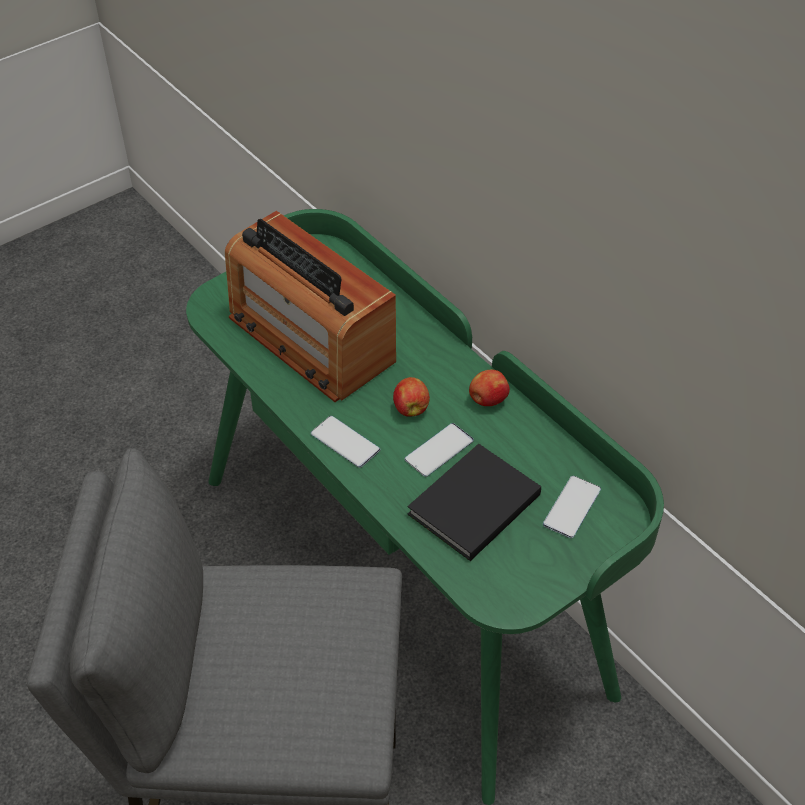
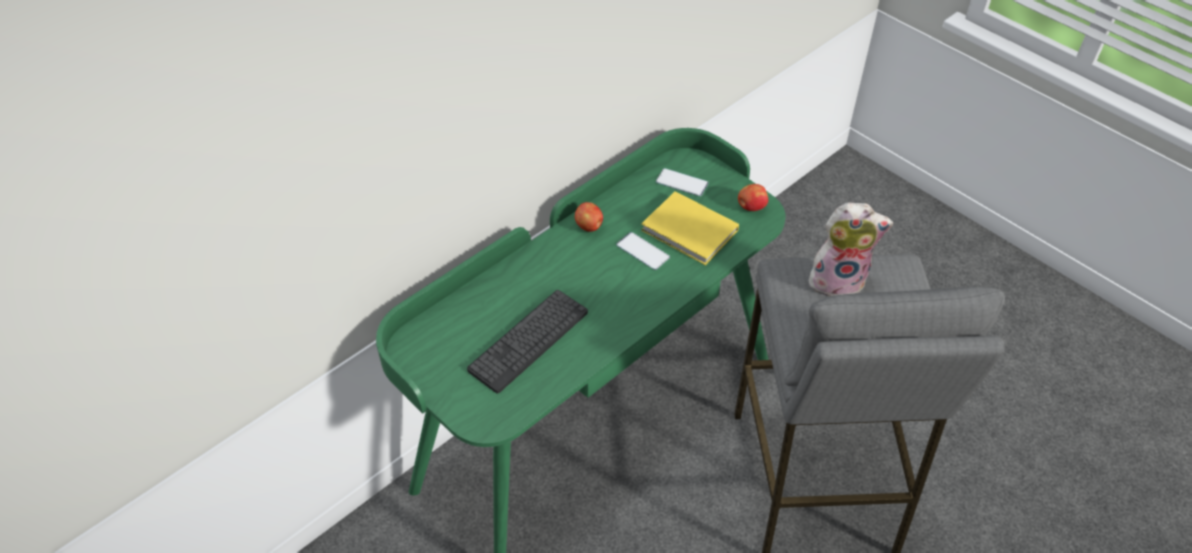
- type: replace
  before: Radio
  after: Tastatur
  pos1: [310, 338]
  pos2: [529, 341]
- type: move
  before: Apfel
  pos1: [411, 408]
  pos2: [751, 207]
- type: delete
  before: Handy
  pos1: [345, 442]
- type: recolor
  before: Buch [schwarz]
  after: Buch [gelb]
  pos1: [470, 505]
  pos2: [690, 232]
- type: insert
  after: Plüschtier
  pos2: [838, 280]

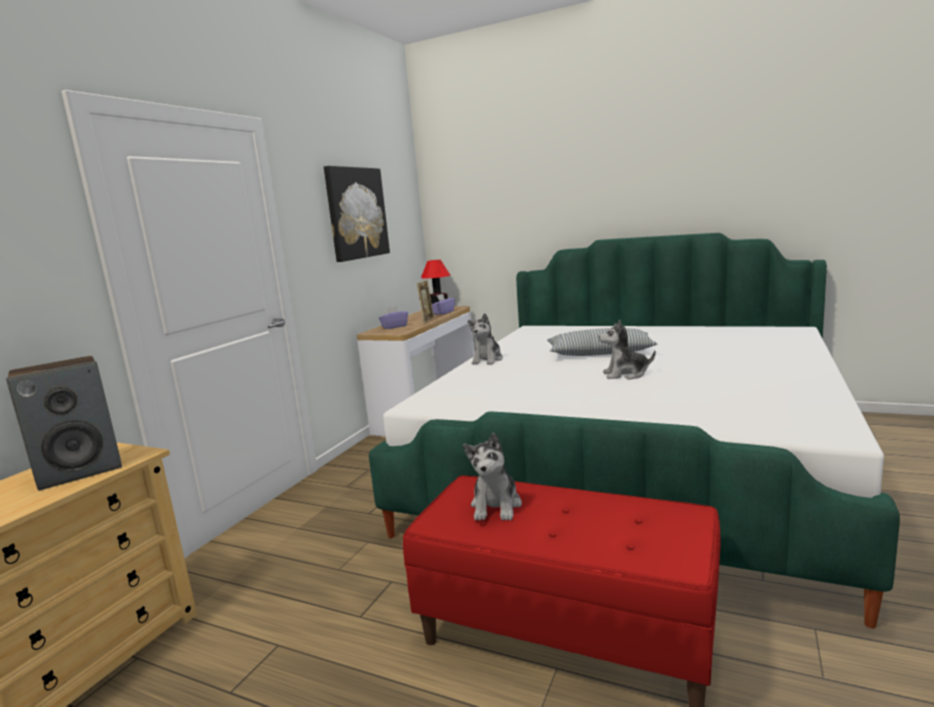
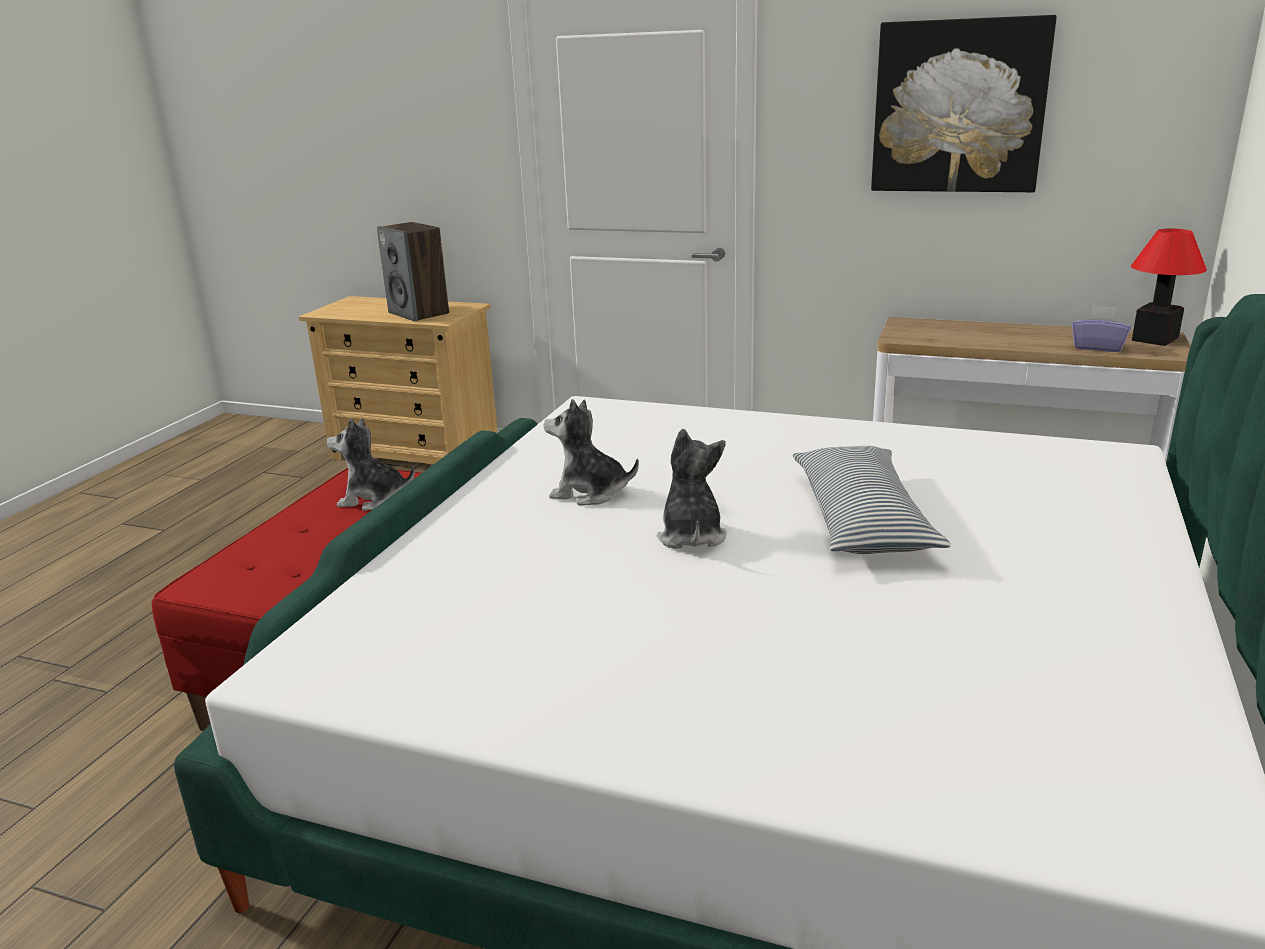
- type: delete
  before: Bilderrahmen
  pos1: [427, 321]
- type: delete
  before: Taschentuchbox [lila]
  pos1: [394, 326]
- type: move
  before: Plüschtier
  pos1: [487, 360]
  pos2: [589, 493]

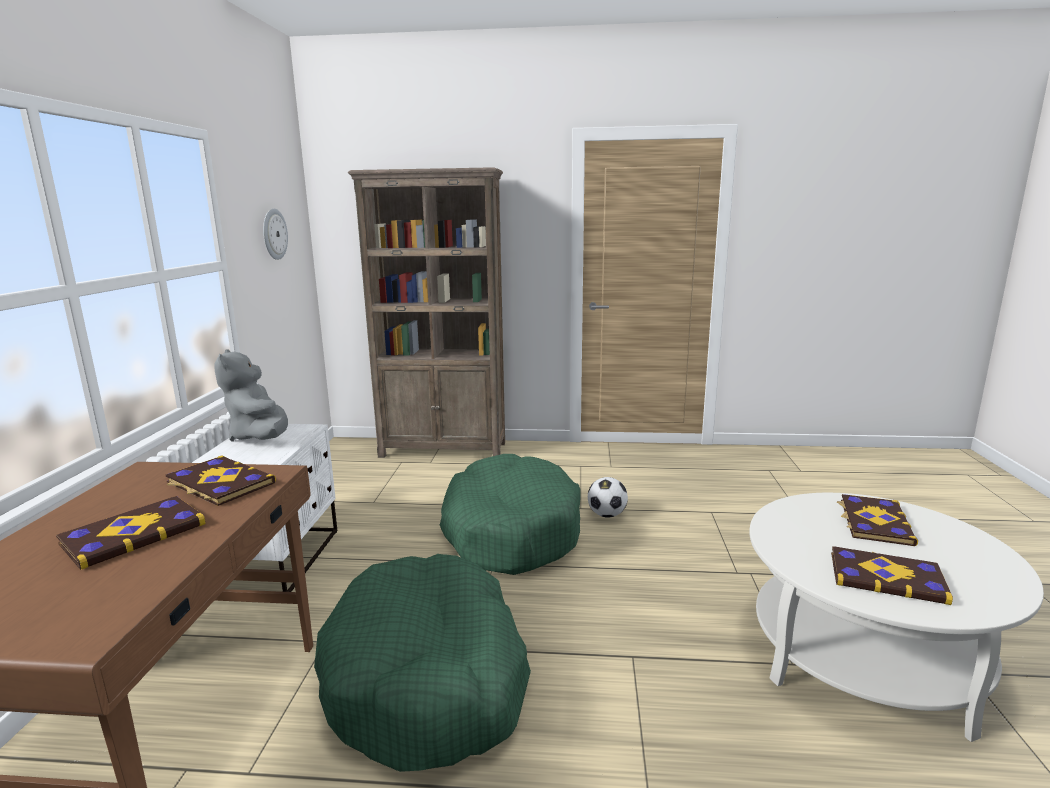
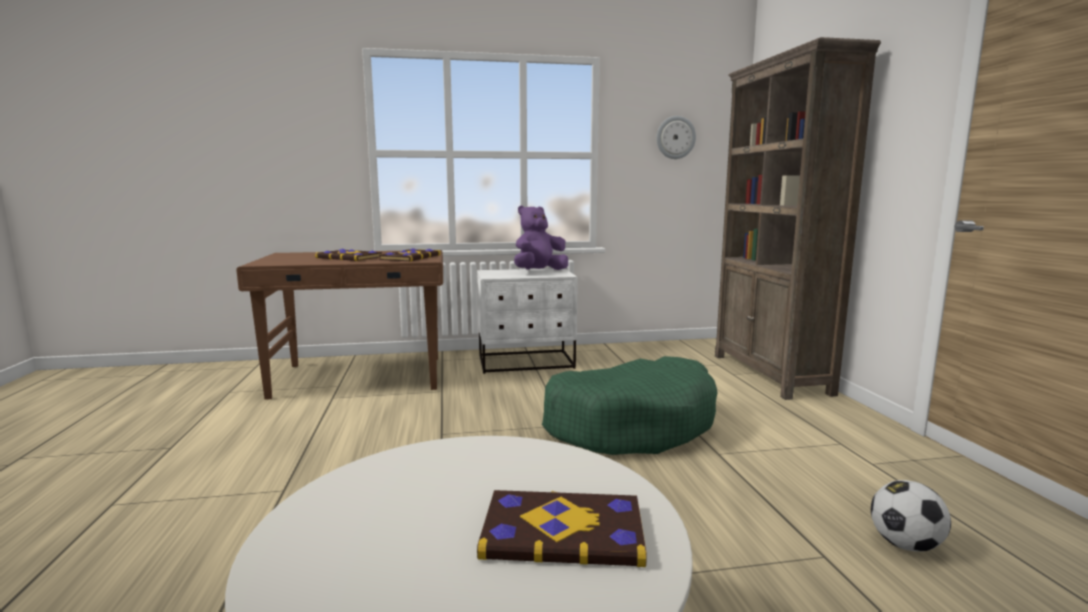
- type: recolor
  before: Plüschtier [grau]
  after: Plüschtier [lila]
  pos1: [260, 437]
  pos2: [539, 271]
- type: move
  before: Fußball
  pos1: [607, 515]
  pos2: [905, 545]
- type: delete
  before: Buch
  pos1: [886, 577]
- type: delete
  before: Hundebett [grün]
  pos1: [428, 679]

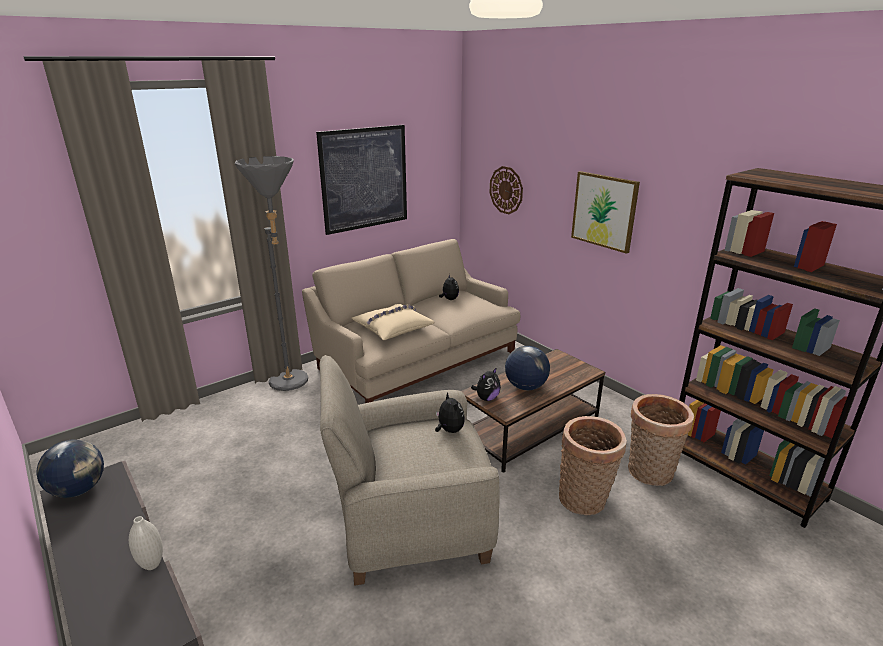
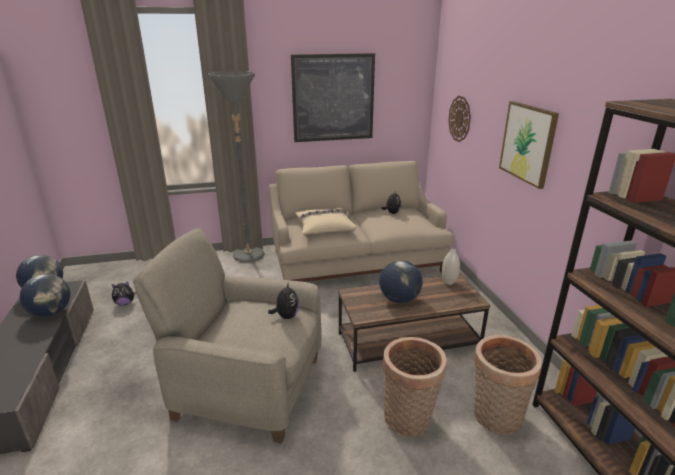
- type: move
  before: Plüschtier
  pos1: [486, 398]
  pos2: [125, 303]
- type: move
  before: Vase [weiß]
  pos1: [152, 565]
  pos2: [449, 282]
- type: insert
  after: Globus
  pos2: [51, 312]

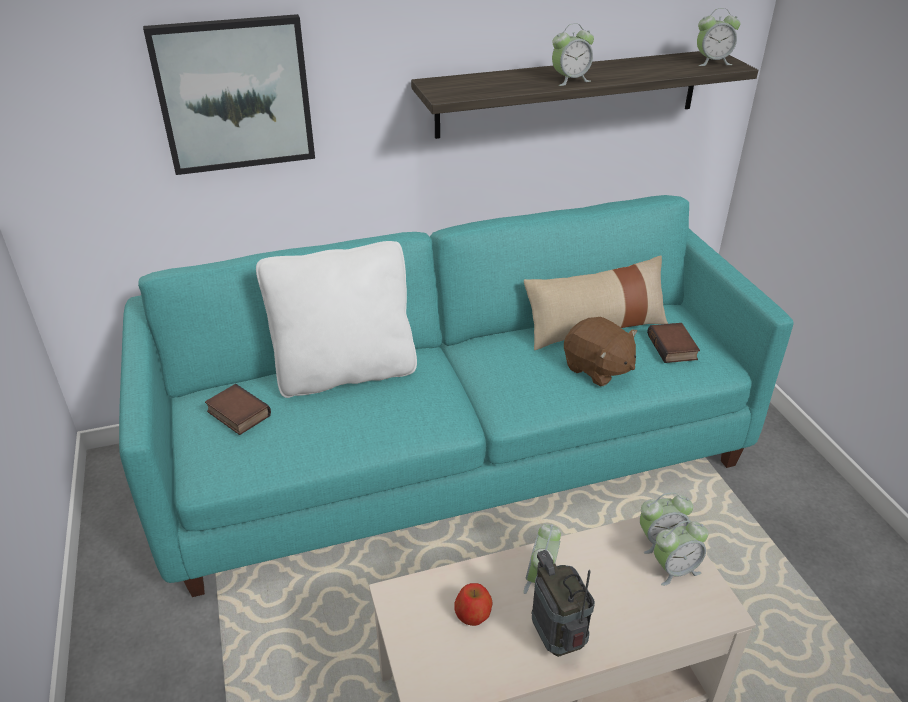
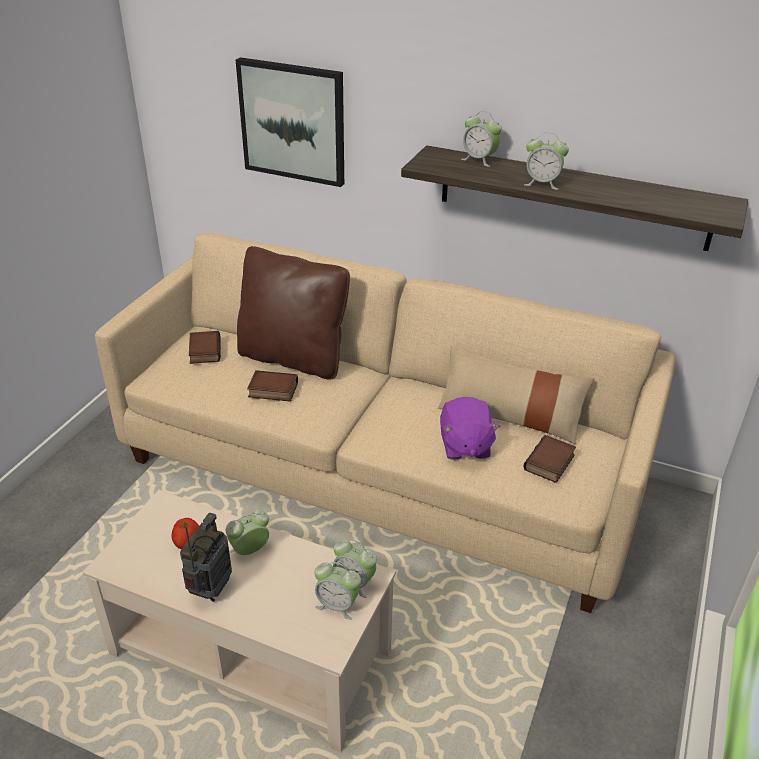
- type: move
  before: Wecker
  pos1: [712, 62]
  pos2: [479, 160]
- type: recolor
  before: Sofa [türkis]
  after: Sofa [beige]
  pos1: [454, 454]
  pos2: [378, 471]
- type: recolor
  before: Kissen [weiß]
  after: Kissen [braun]
  pos1: [345, 373]
  pos2: [293, 358]
- type: recolor
  before: Plüschtier [braun]
  after: Plüschtier [lila]
  pos1: [597, 369]
  pos2: [464, 446]
- type: insert
  after: Buch
  pos2: [272, 390]

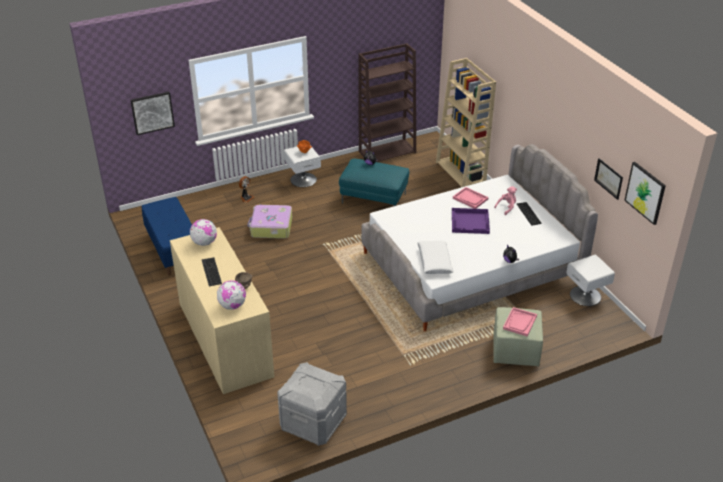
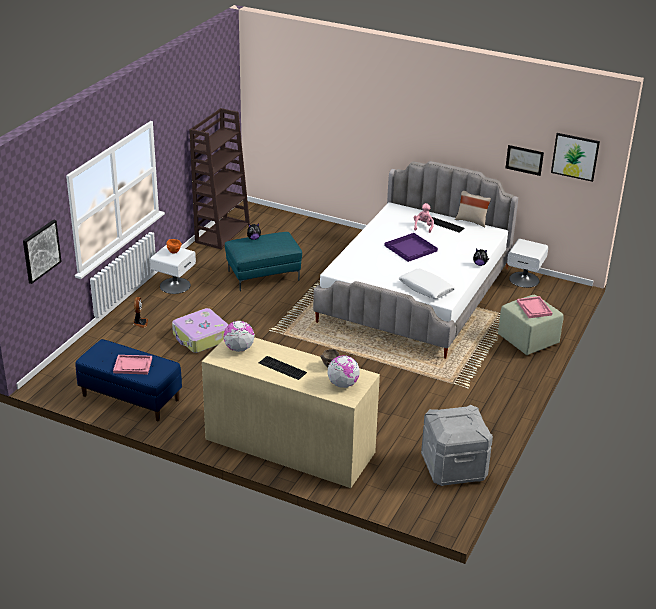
- type: delete
  before: Bücherregal [beige]
  pos1: [461, 172]
- type: move
  before: Tablett [rosa]
  pos1: [470, 199]
  pos2: [133, 365]
- type: insert
  after: Kissen [beige]
  pos2: [472, 221]

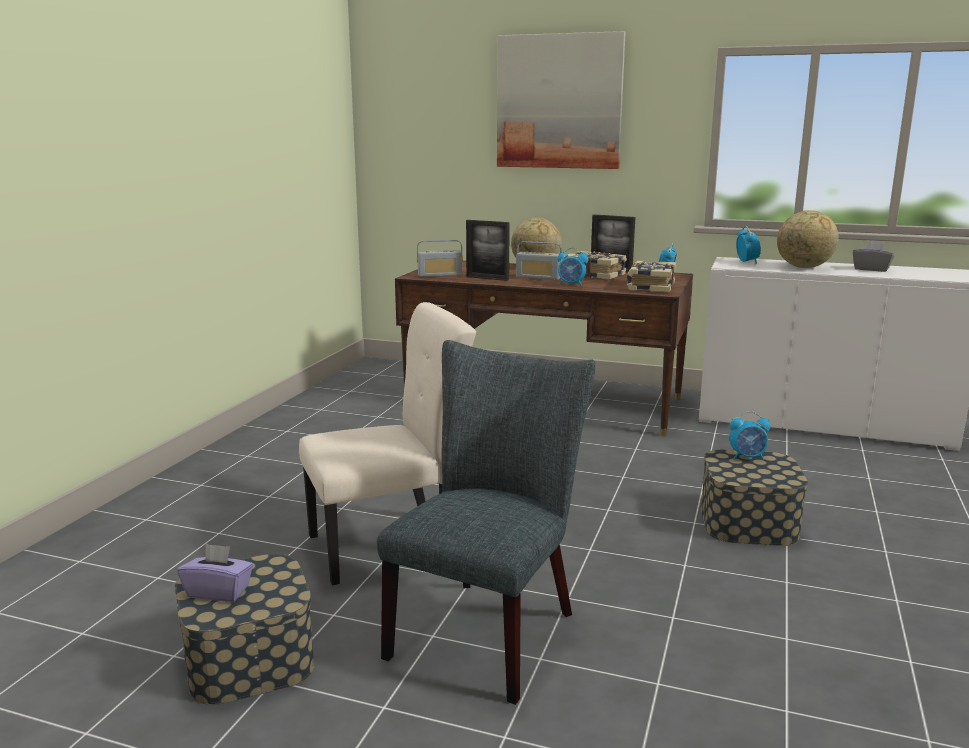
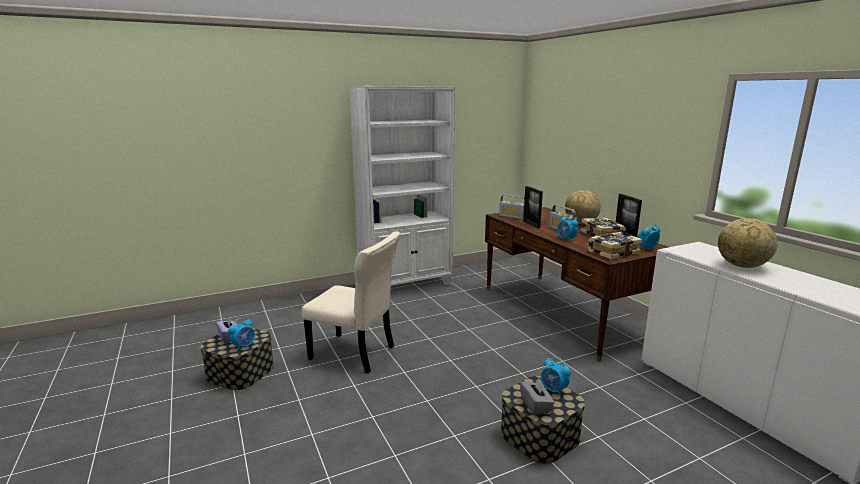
- type: delete
  before: Bild
  pos1: [559, 102]
- type: move
  before: Wecker
  pos1: [746, 262]
  pos2: [244, 346]
- type: move
  before: Taschentuchbox [grau]
  pos1: [871, 269]
  pos2: [536, 406]
- type: delete
  before: Stuhl [grau]
  pos1: [489, 629]
- type: insert
  after: Bücherregal [weiß]
  pos2: [406, 284]

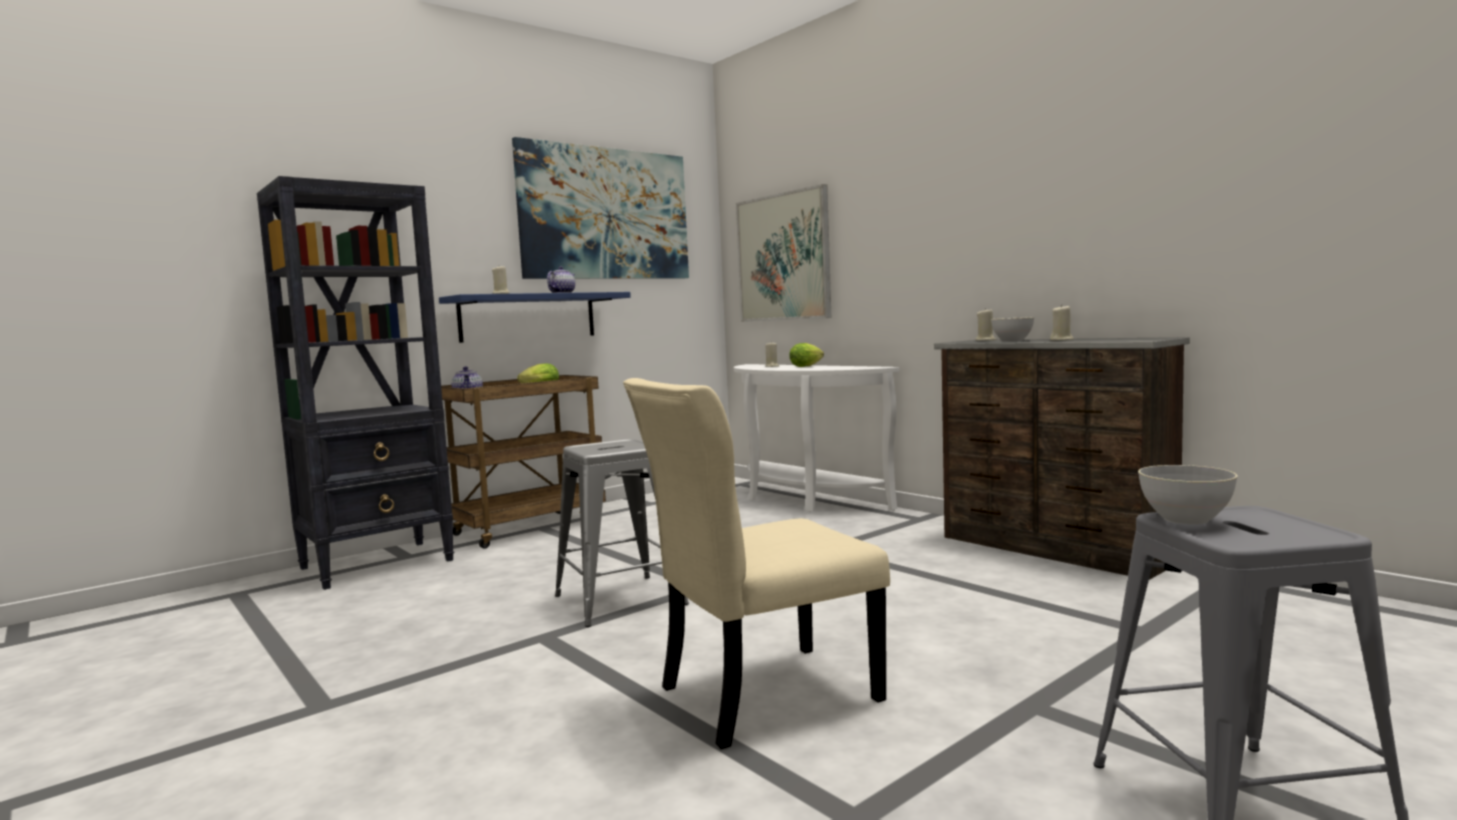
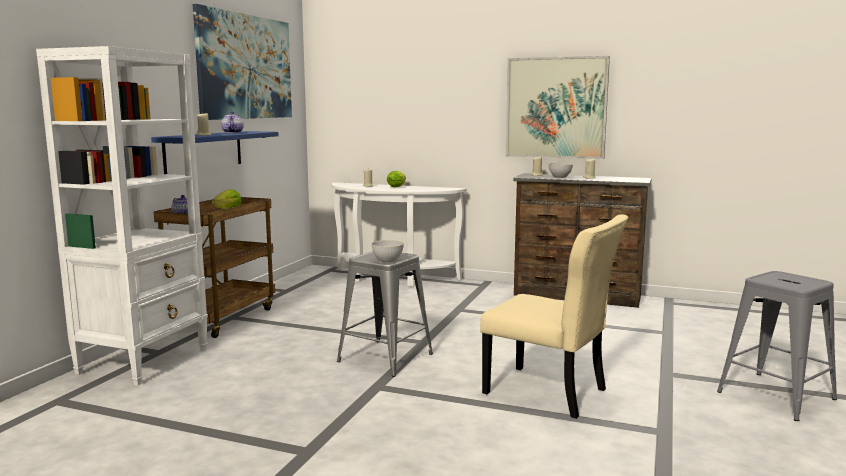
- type: recolor
  before: Bücherregal [schwarz]
  after: Bücherregal [weiß]
  pos1: [378, 564]
  pos2: [145, 360]
- type: move
  before: Bild
  pos1: [783, 257]
  pos2: [556, 108]
- type: rotate
  before: Stuhl [beige]
  pos1: [760, 695]
  pos2: [549, 393]
  turn: -90
- type: move
  before: Schüssel [grau]
  pos1: [1185, 519]
  pos2: [387, 260]

